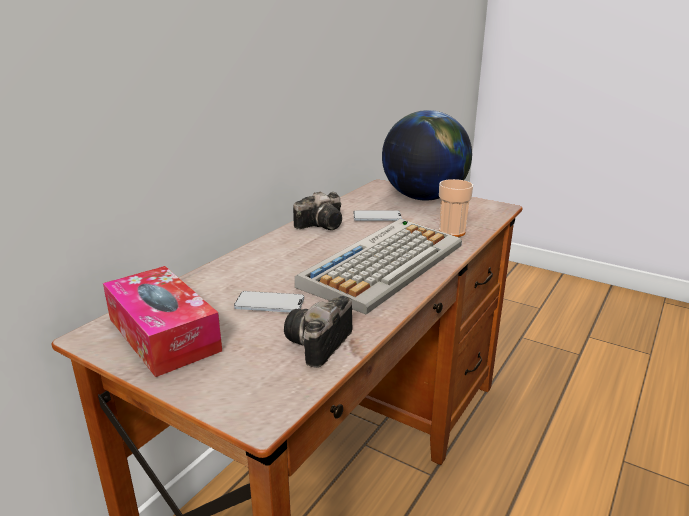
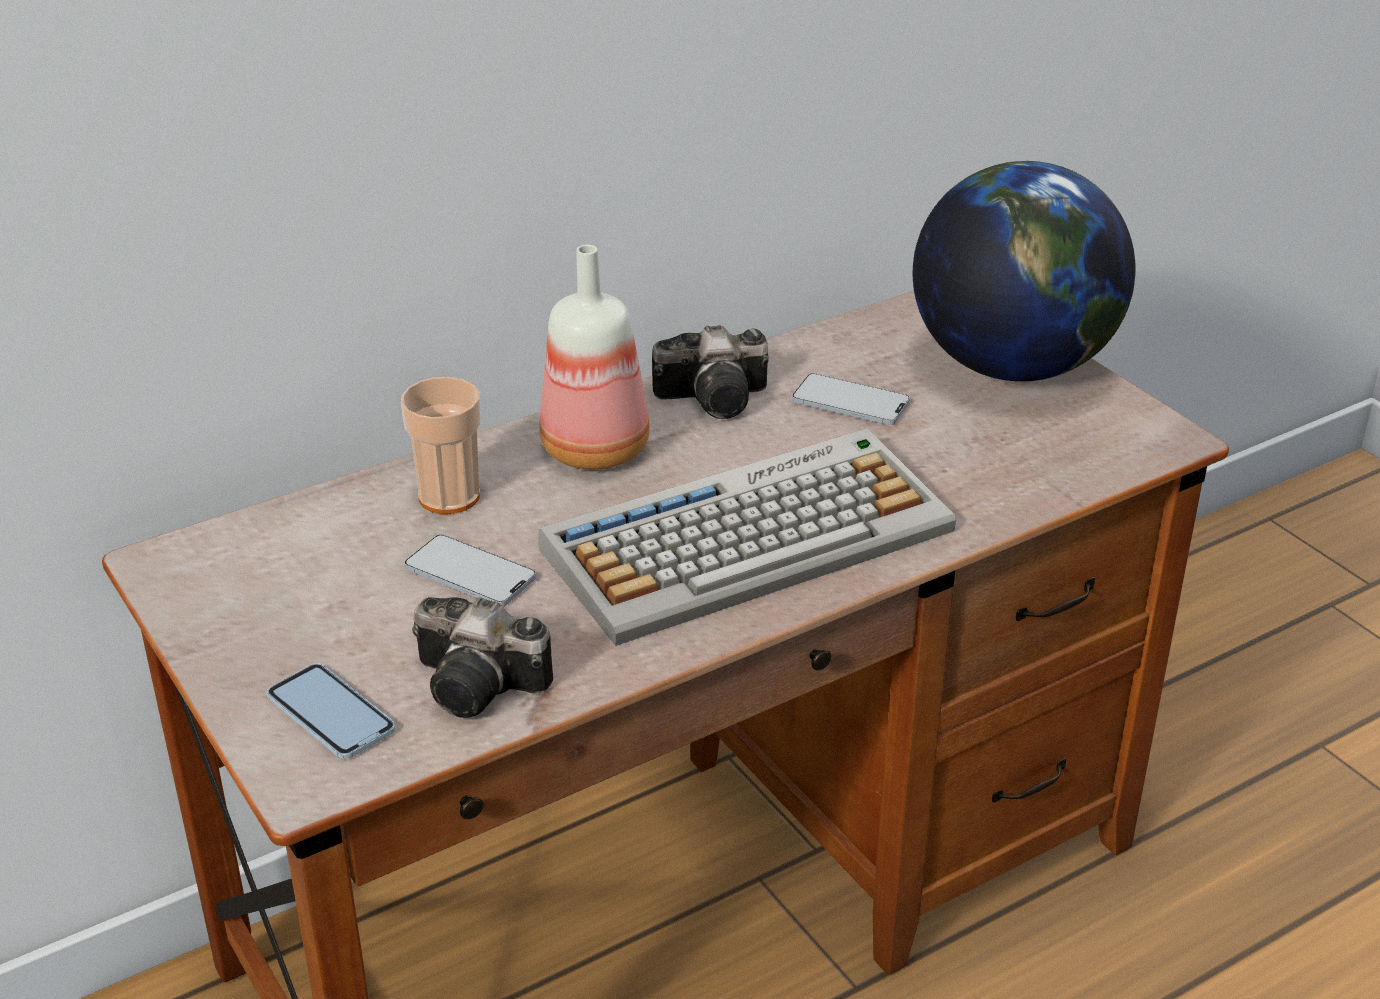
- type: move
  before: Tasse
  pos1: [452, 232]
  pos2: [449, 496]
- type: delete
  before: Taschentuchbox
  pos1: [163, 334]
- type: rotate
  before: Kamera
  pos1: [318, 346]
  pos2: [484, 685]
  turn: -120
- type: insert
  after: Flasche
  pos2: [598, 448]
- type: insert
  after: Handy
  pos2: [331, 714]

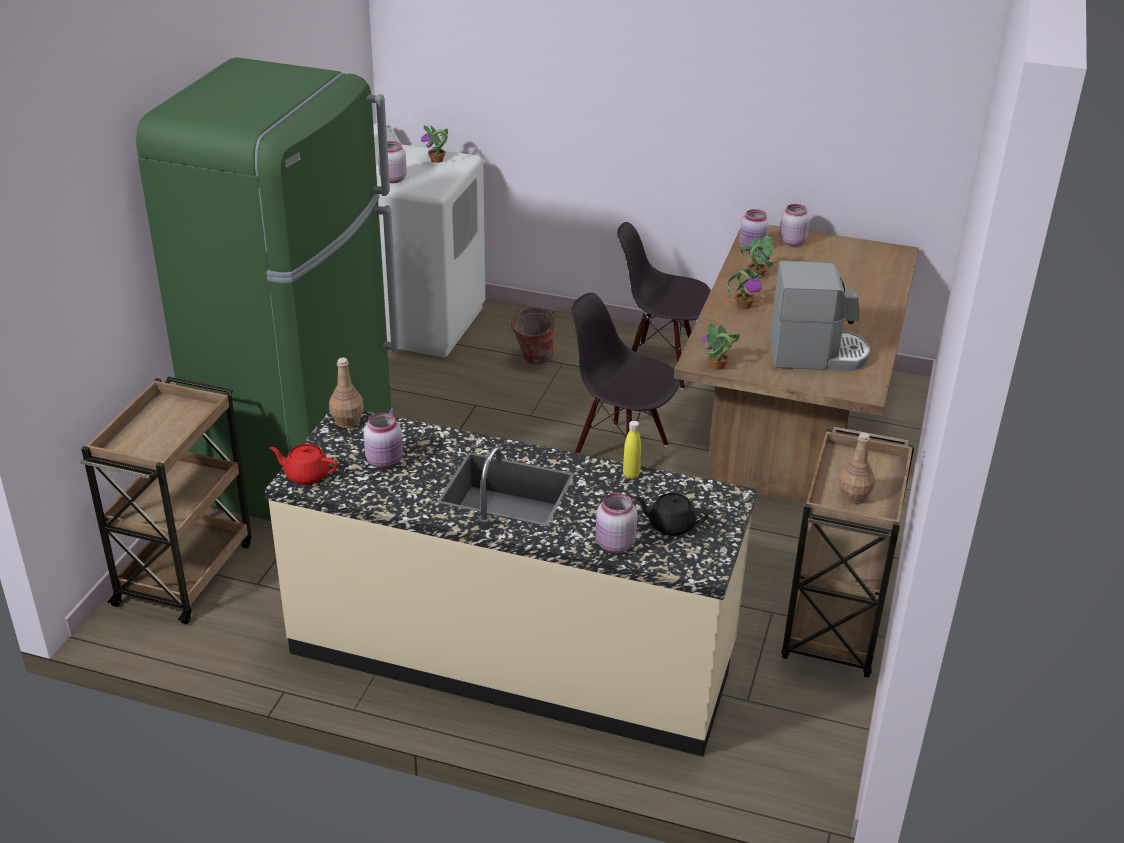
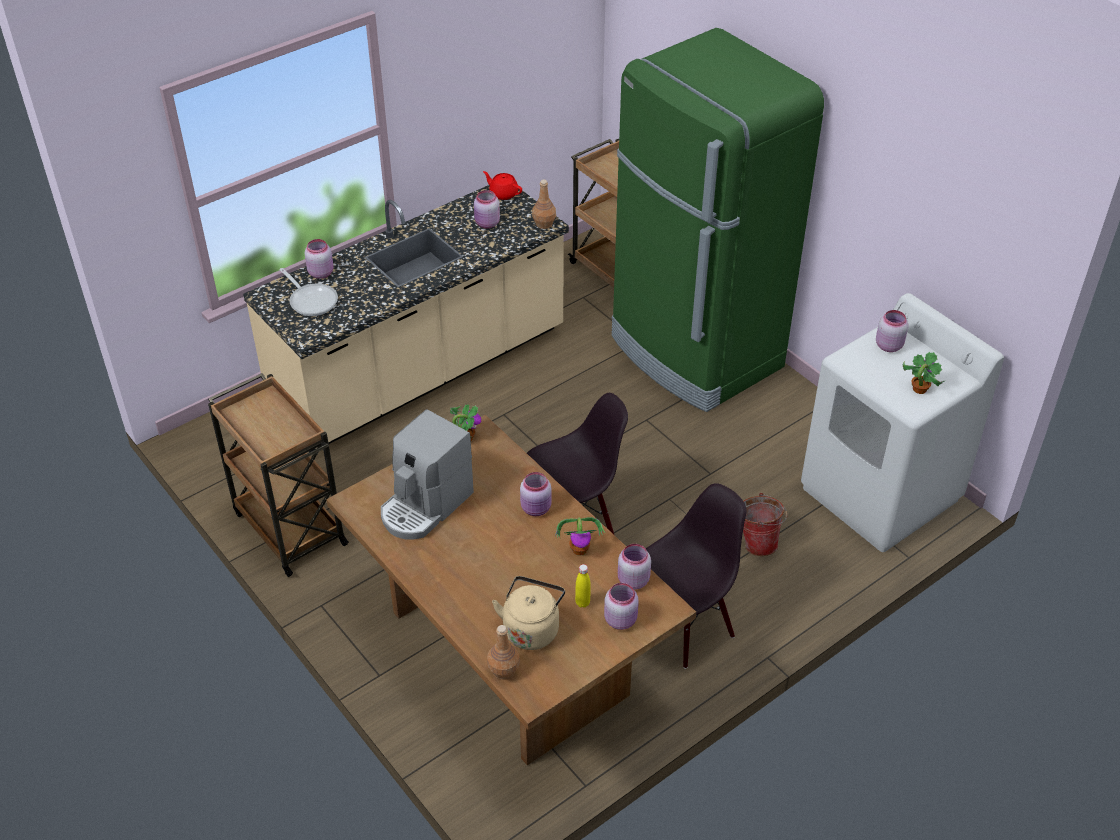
- type: replace
  before: Topfpflanze
  after: Vorratsglas [rosa]
  pos1: [744, 305]
  pos2: [536, 508]
- type: move
  before: Flasche [gelb]
  pos1: [631, 475]
  pos2: [582, 602]
- type: move
  before: Flasche [braun]
  pos1: [854, 496]
  pos2: [503, 671]
- type: rotate
  before: Teekanne [rot]
  pos1: [306, 475]
  pos2: [503, 193]
  turn: -105
- type: replace
  before: Teekanne [schwarz]
  after: Pfanne
  pos1: [670, 525]
  pos2: [311, 300]
- type: insert
  after: Wasserkessel [beige]
  pos2: [531, 628]

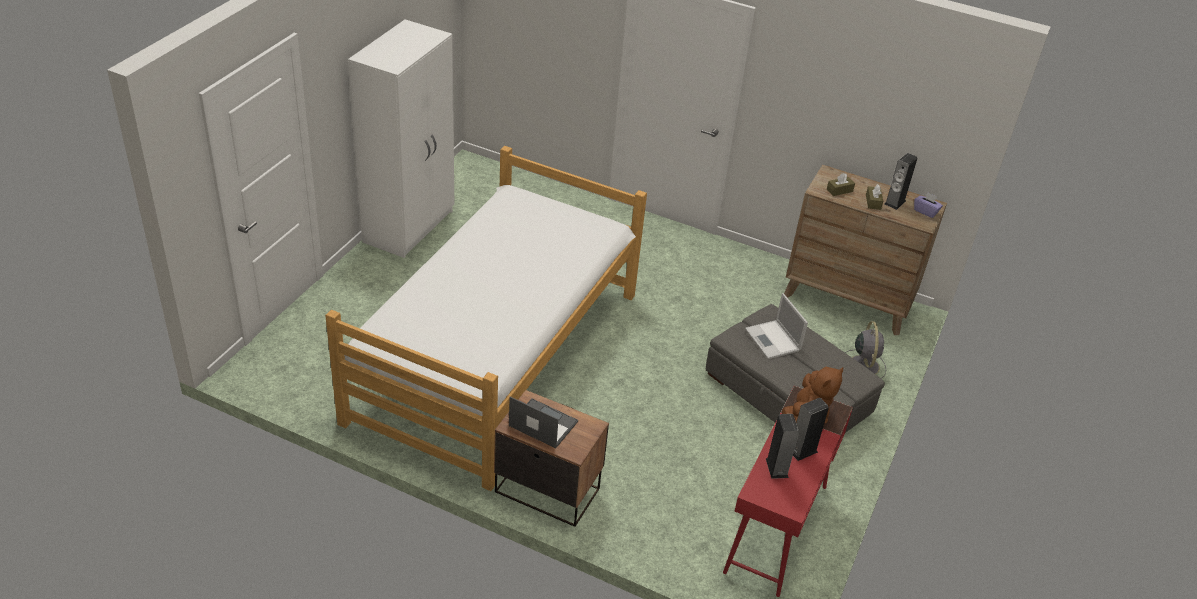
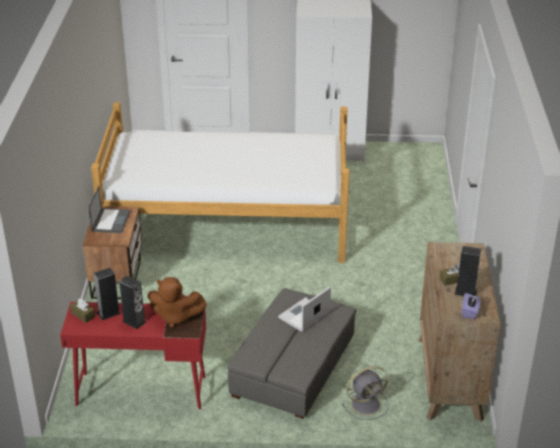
- type: move
  before: Taschentuchbox [braun]
  pos1: [839, 190]
  pos2: [83, 315]

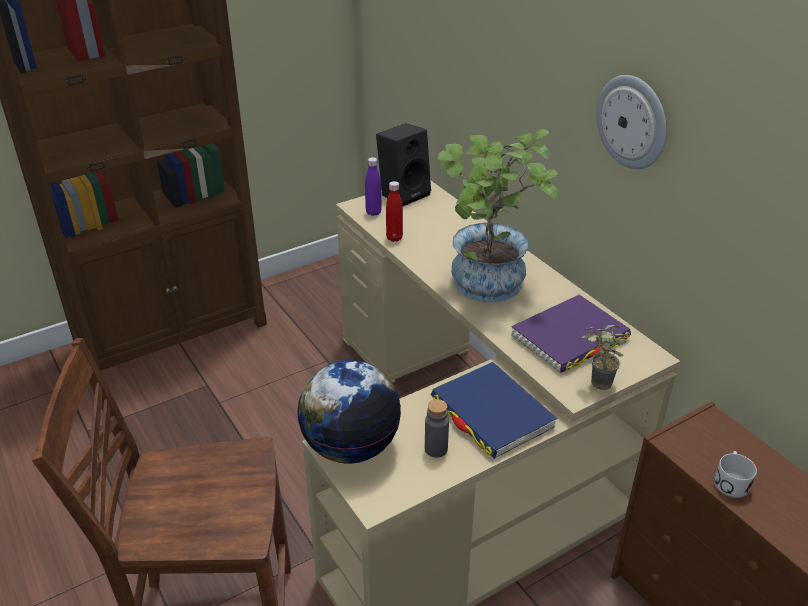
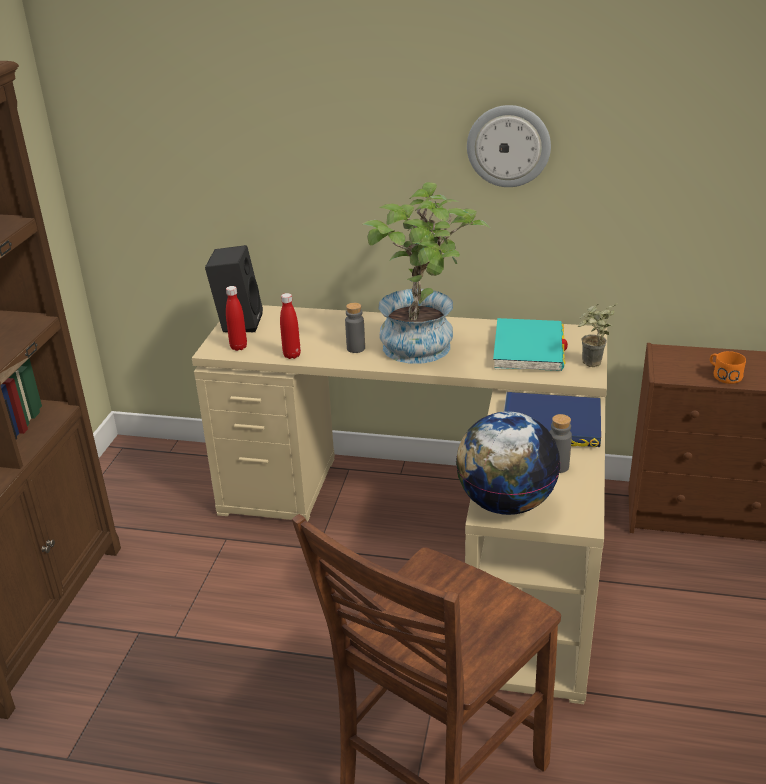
- type: recolor
  before: Flasche [lila]
  after: Flasche [rot]
  pos1: [373, 212]
  pos2: [238, 347]
- type: recolor
  before: Buch [lila]
  after: Buch [türkis]
  pos1: [570, 338]
  pos2: [528, 349]
- type: recolor
  before: Henkelbecher [weiß]
  after: Henkelbecher [orange]
  pos1: [731, 481]
  pos2: [723, 375]
- type: insert
  after: Flasche [grau]
  pos2: [356, 348]

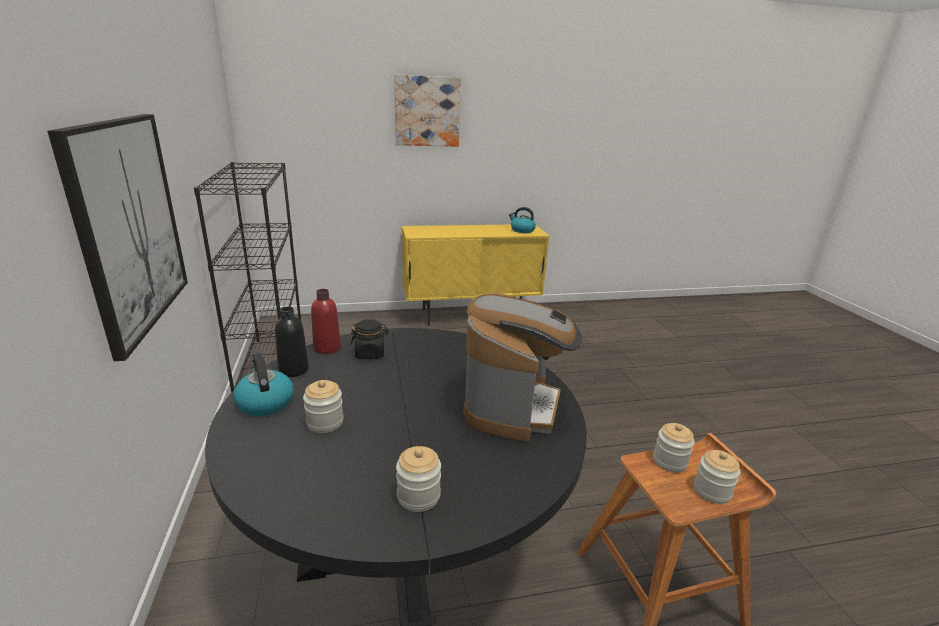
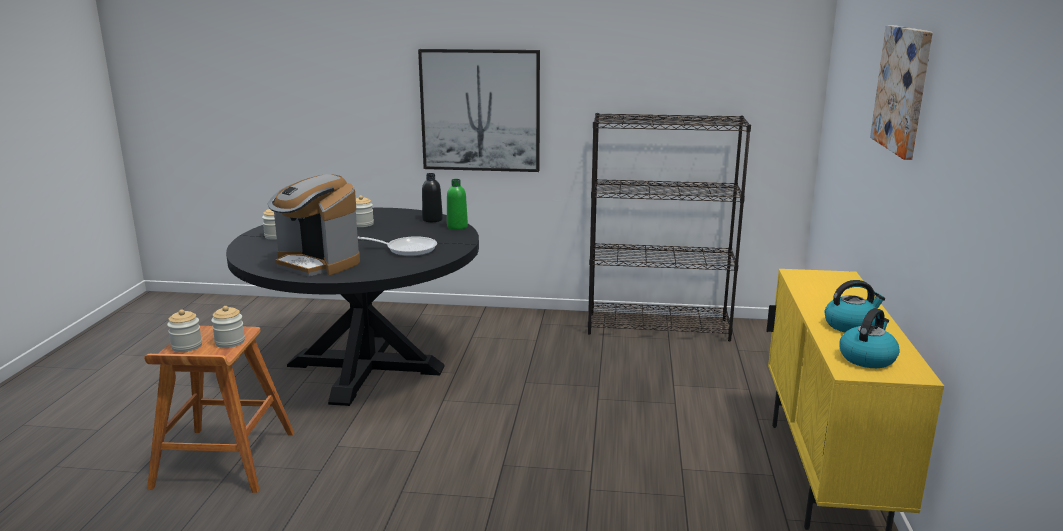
- type: recolor
  before: Flasche [rot]
  after: Flasche [grün]
  pos1: [327, 348]
  pos2: [457, 227]
- type: delete
  before: Vorratsglas [schwarz]
  pos1: [370, 354]
- type: move
  before: Wasserkessel
  pos1: [265, 402]
  pos2: [850, 325]
- type: insert
  after: Pfanne
  pos2: [407, 249]

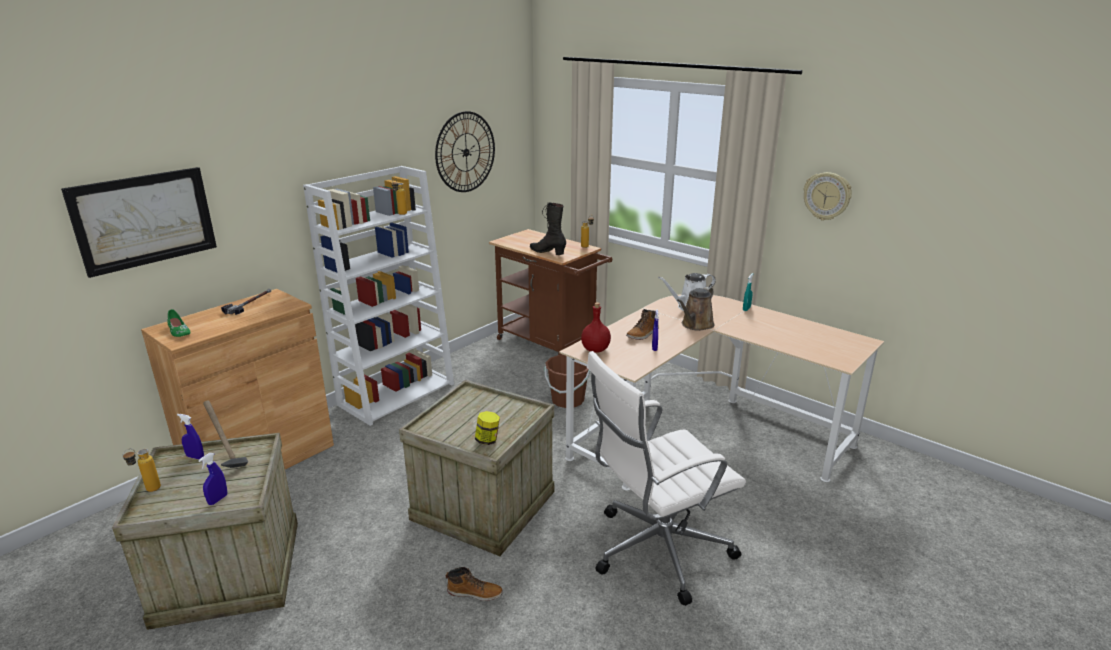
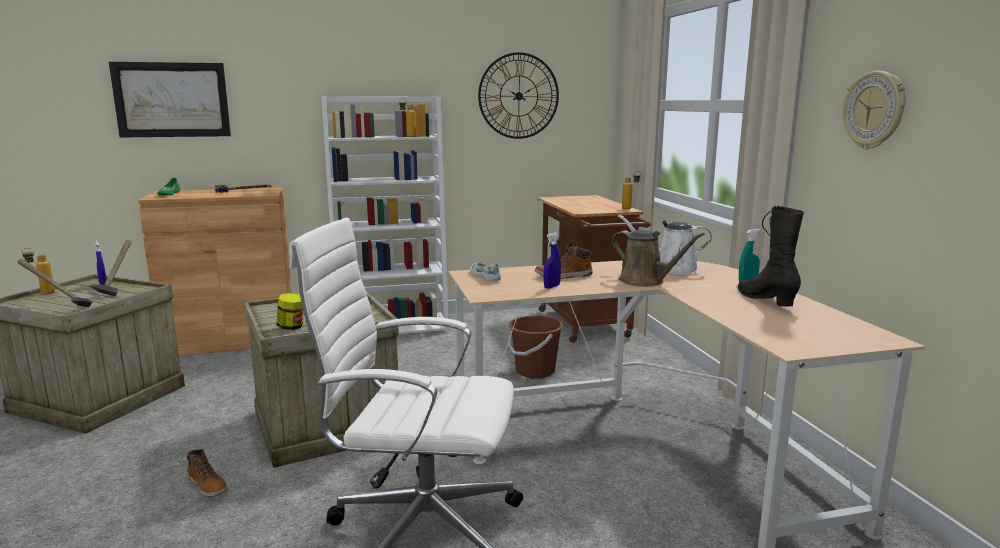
- type: move
  before: Stiefel [schwarz]
  pos1: [547, 252]
  pos2: [765, 300]
- type: rotate
  before: Gießkanne [braun]
  pos1: [696, 325]
  pos2: [645, 281]
  turn: -120
- type: replace
  before: Flasche [rot]
  after: Schuh [weiß]
  pos1: [596, 350]
  pos2: [485, 276]
- type: replace
  before: Sprühflasche [blau]
  after: Hammer
  pos1: [218, 500]
  pos2: [59, 307]

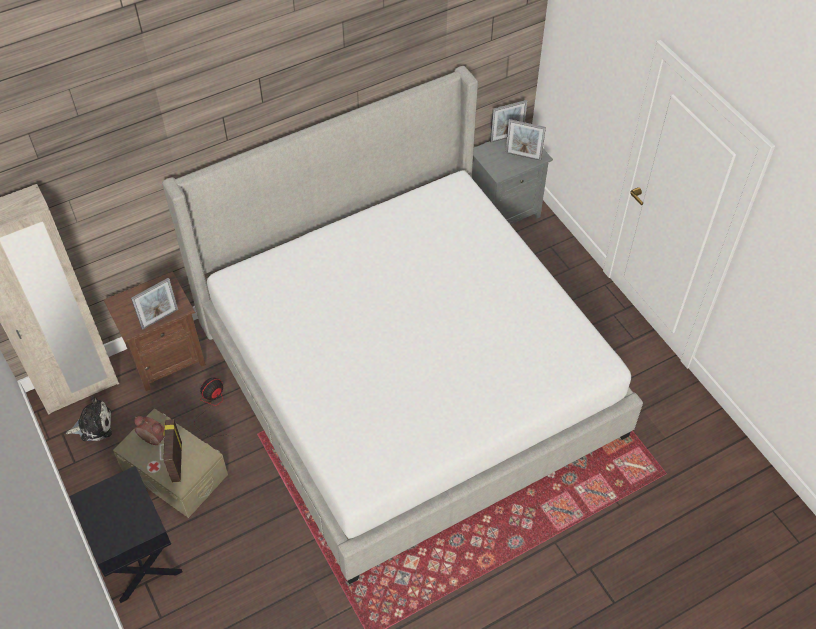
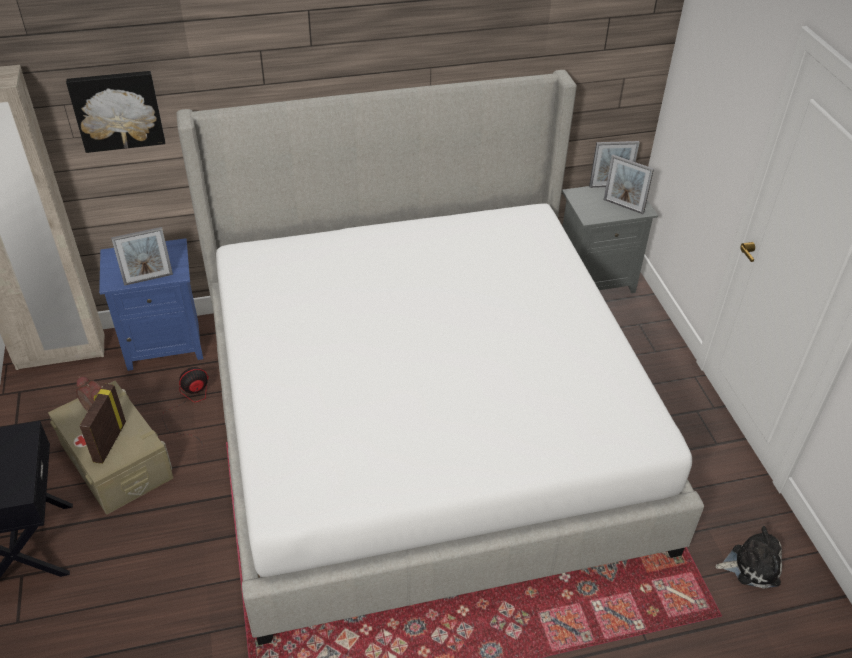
- type: recolor
  before: Nachttisch [braun]
  after: Nachttisch [blau]
  pos1: [166, 359]
  pos2: [164, 344]
- type: move
  before: Plüschtier
  pos1: [93, 425]
  pos2: [751, 565]
- type: insert
  after: Bild
  pos2: [117, 110]

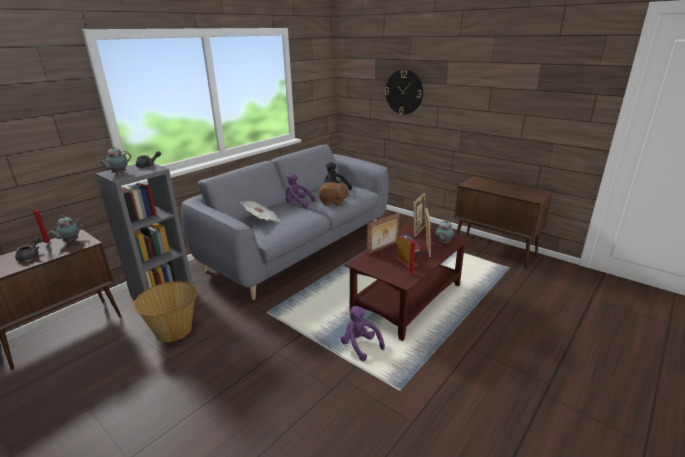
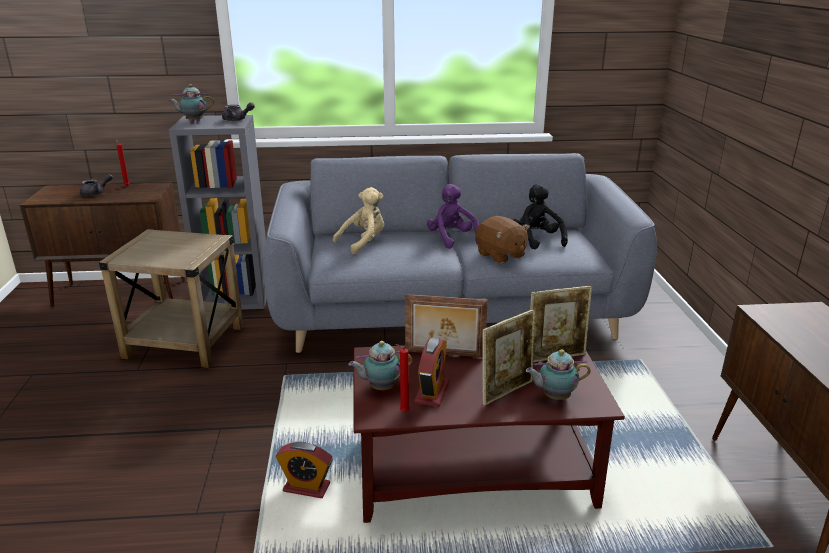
- type: delete
  before: Wanduhr
  pos1: [404, 92]
- type: replace
  before: Zeitung
  after: Plüschtier [beige]
  pos1: [262, 220]
  pos2: [363, 242]
- type: move
  before: Teekanne
  pos1: [70, 241]
  pos2: [380, 387]
- type: replace
  before: Korb
  after: Beistelltisch [beige]
  pos1: [174, 330]
  pos2: [184, 342]
- type: replace
  before: Plüschtier [lila]
  after: Wecker
  pos1: [360, 345]
  pos2: [306, 487]

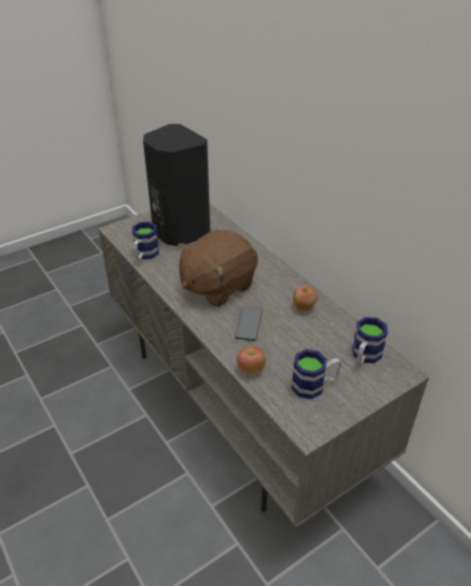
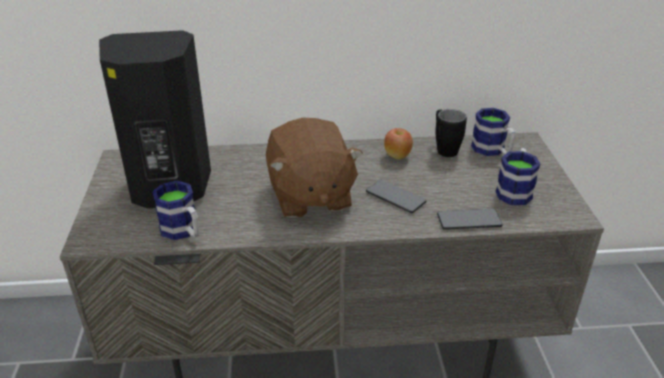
- type: replace
  before: Apfel
  after: Handy
  pos1: [250, 370]
  pos2: [469, 220]
- type: insert
  after: Henkelbecher [schwarz]
  pos2: [444, 148]

